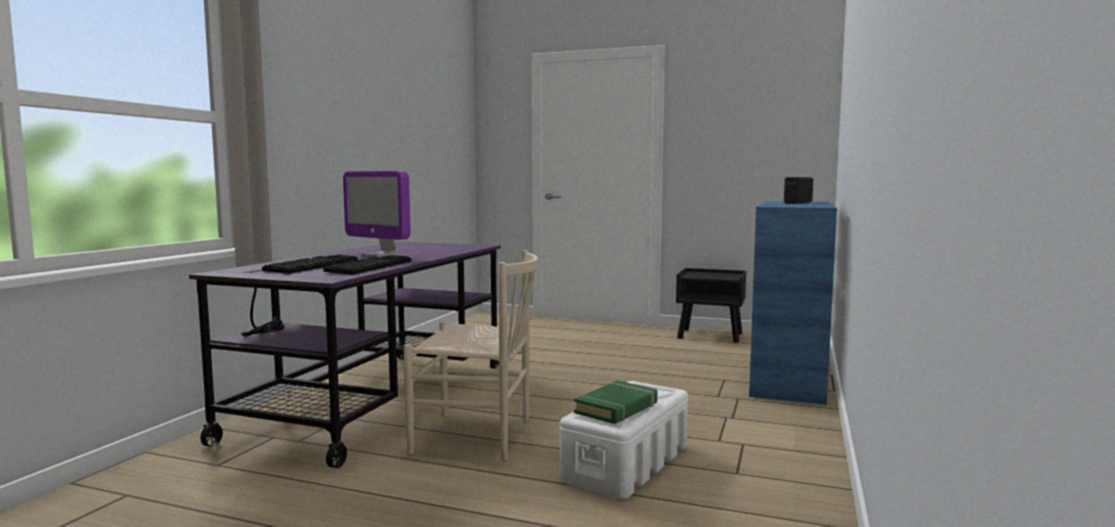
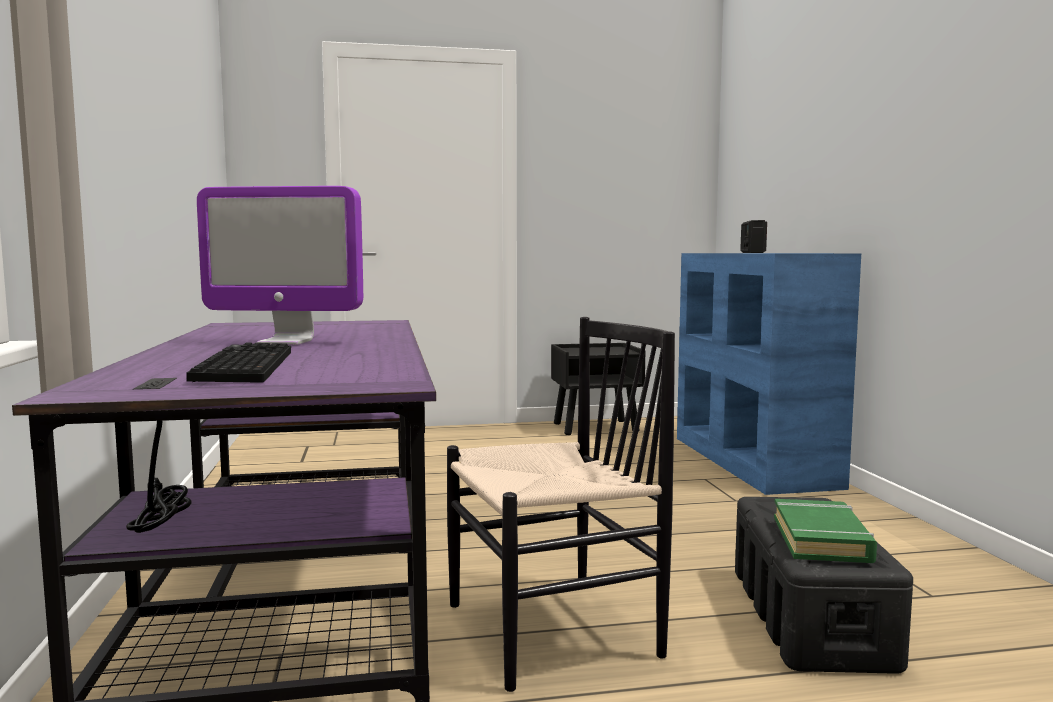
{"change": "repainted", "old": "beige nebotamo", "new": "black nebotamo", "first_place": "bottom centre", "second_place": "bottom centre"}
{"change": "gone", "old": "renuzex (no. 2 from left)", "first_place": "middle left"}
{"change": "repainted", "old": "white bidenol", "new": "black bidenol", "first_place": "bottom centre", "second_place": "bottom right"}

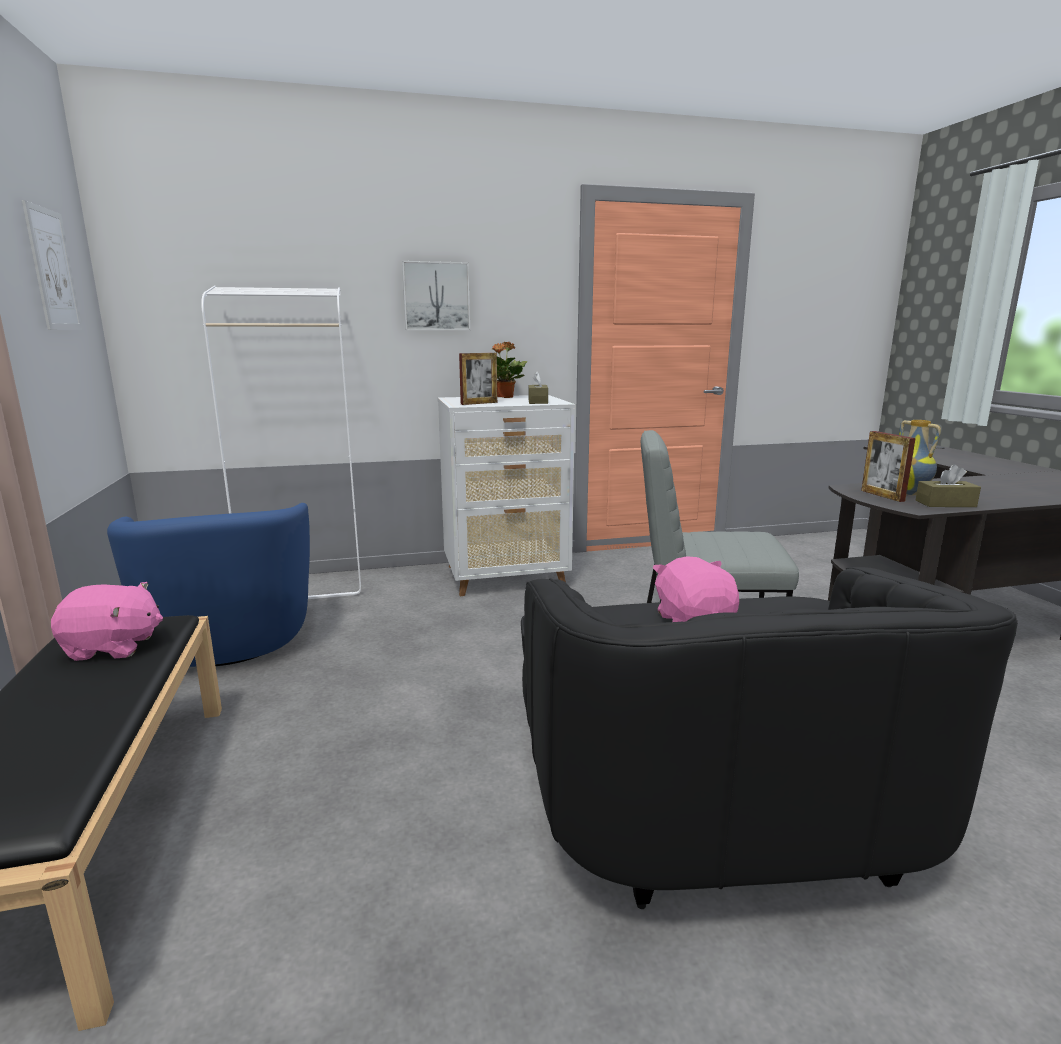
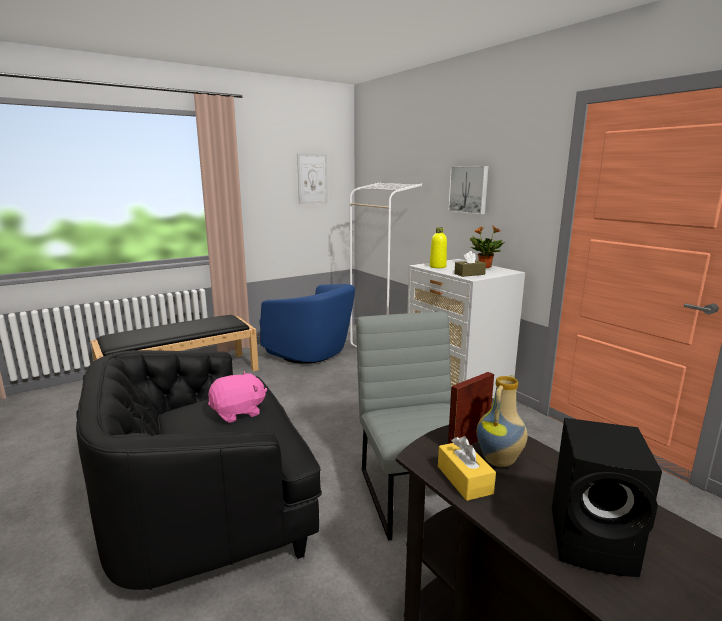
{"change": "swapped", "old": "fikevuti (no. 1 from left)", "new": "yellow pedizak", "first_place": "centre", "second_place": "centre"}
{"change": "repainted", "old": "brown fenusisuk (no. 2 from left)", "new": "yellow fenusisuk", "first_place": "middle right", "second_place": "bottom centre"}
{"change": "rotated", "old": "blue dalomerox", "first_place": "middle left", "second_place": "centre", "degrees": -105}
{"change": "gone", "old": "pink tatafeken (no. 1 from left)", "first_place": "middle left"}
{"change": "new", "new": "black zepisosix", "second_place": "bottom right"}

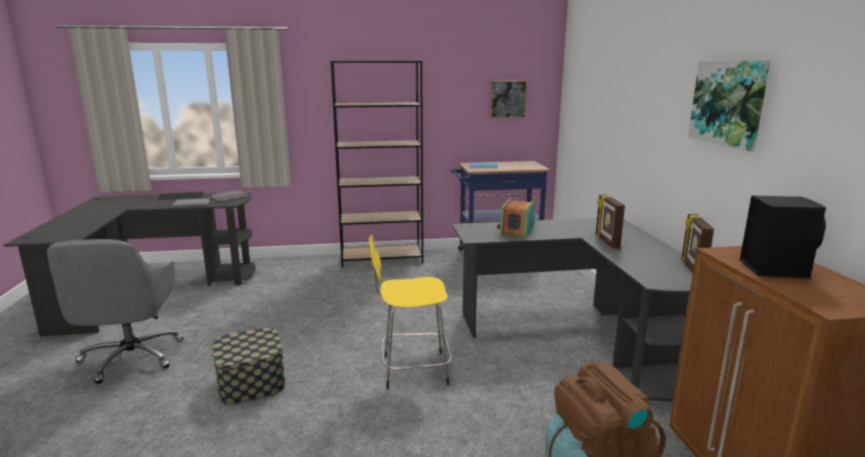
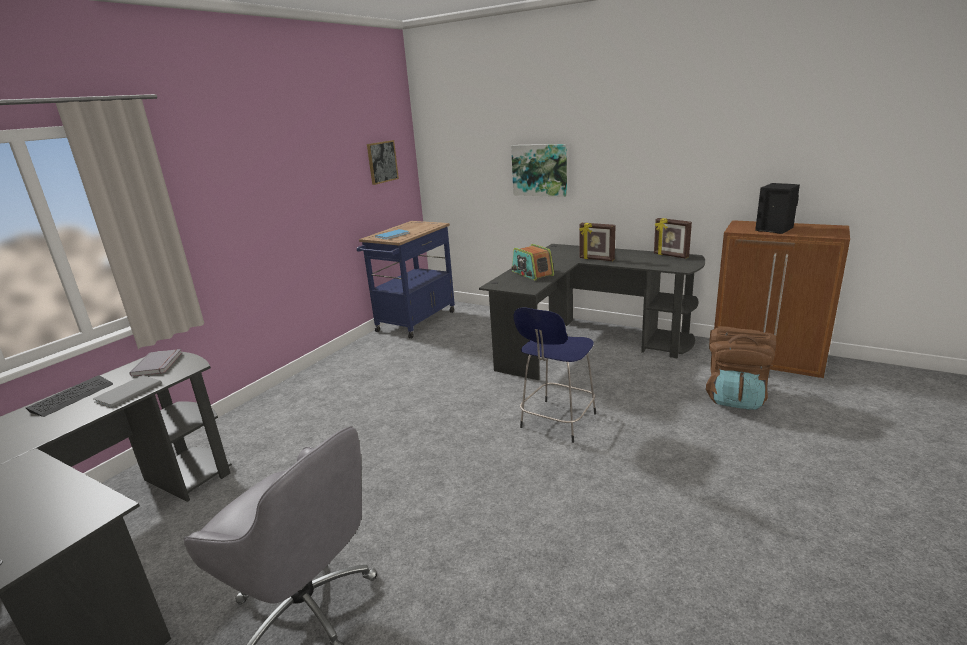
{"change": "gone", "old": "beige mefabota", "first_place": "centre"}
{"change": "shifted", "old": "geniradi (no. 2 from left)", "first_place": "top right", "second_place": "top centre"}
{"change": "repainted", "old": "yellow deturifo", "new": "blue deturifo", "first_place": "bottom centre", "second_place": "centre"}
{"change": "gone", "old": "bidenol", "first_place": "bottom left"}

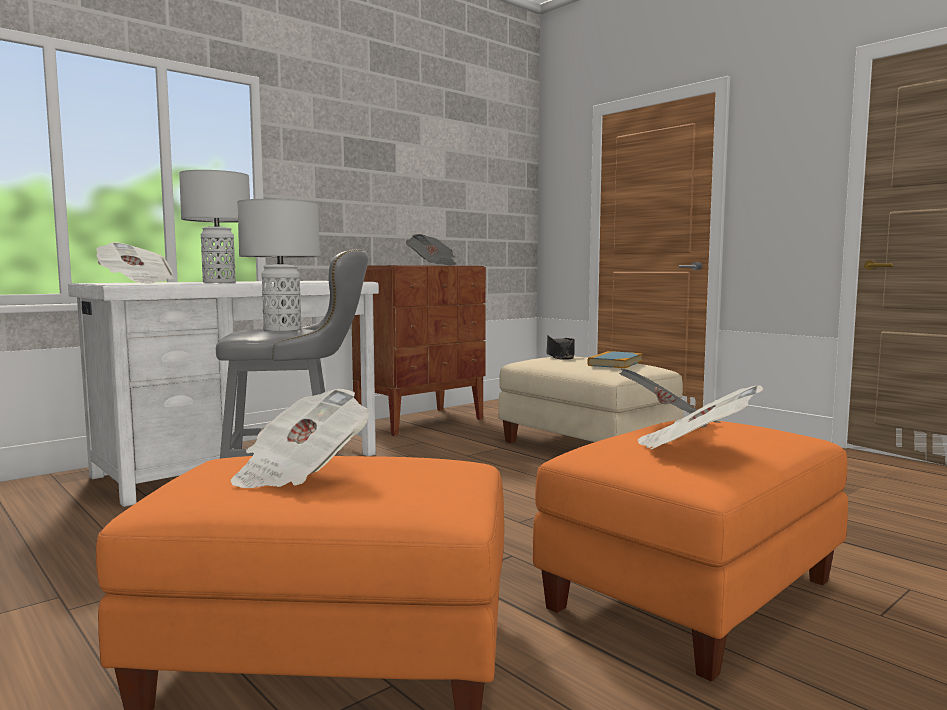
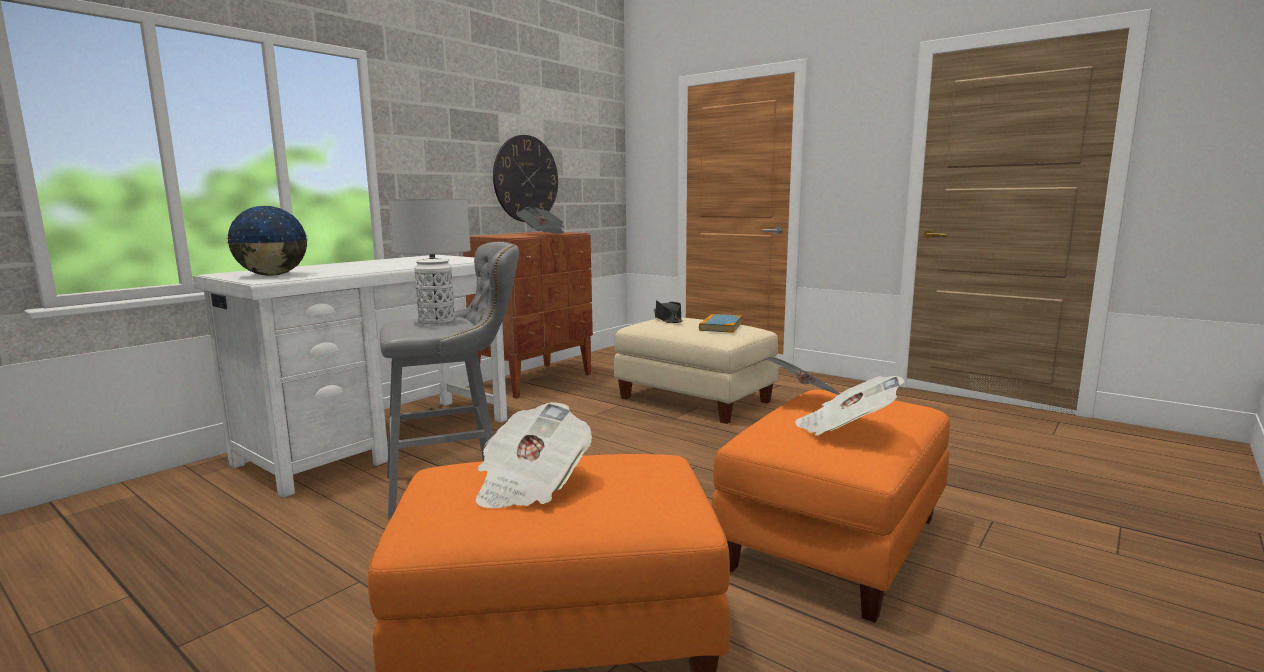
{"change": "gone", "old": "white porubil (no. 1 from left)", "first_place": "top left"}
{"change": "swapped", "old": "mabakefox (no. 1 from left)", "new": "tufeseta", "first_place": "middle left", "second_place": "middle left"}
{"change": "new", "new": "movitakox", "second_place": "top centre"}

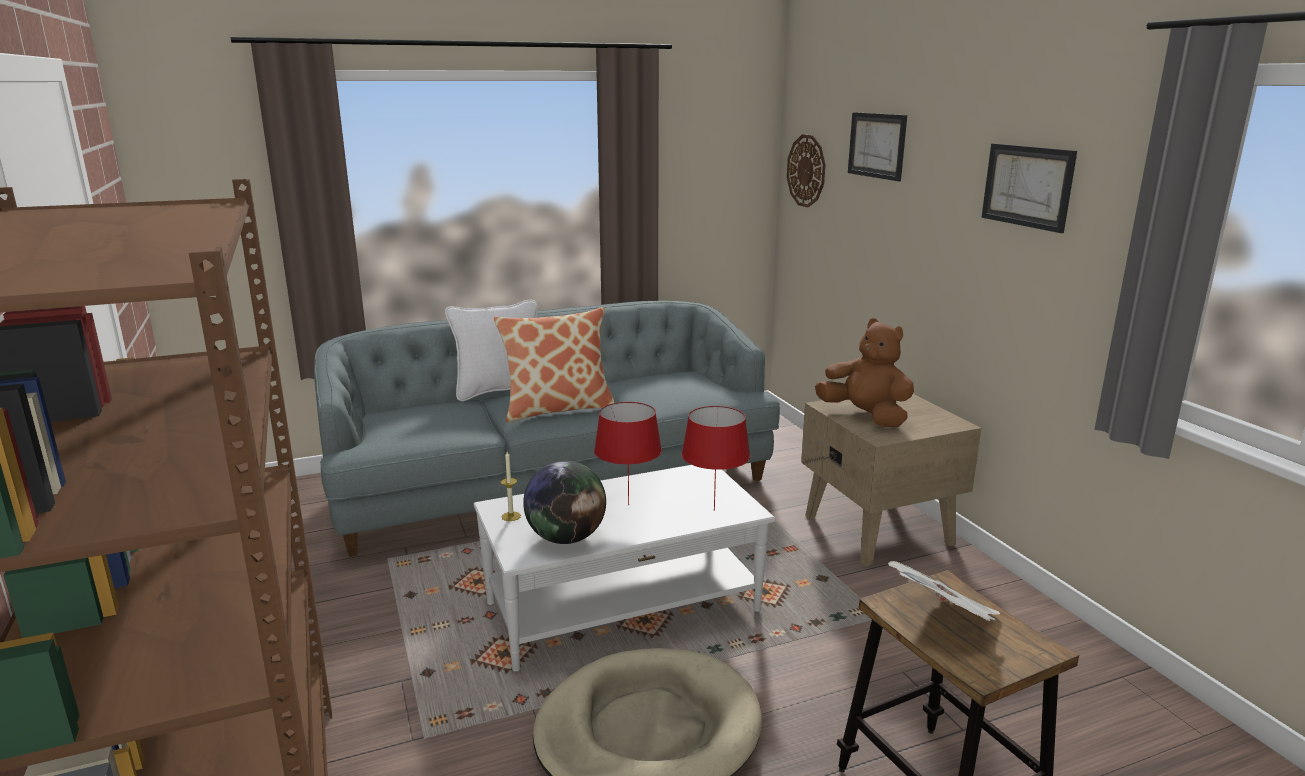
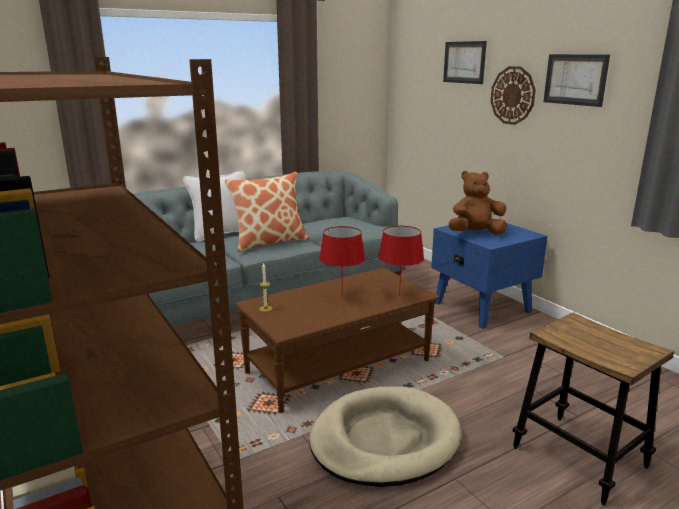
{"change": "shifted", "old": "movitakox", "first_place": "top centre", "second_place": "top right"}
{"change": "rotated", "old": "brown tatafeken", "first_place": "centre", "second_place": "middle right", "degrees": -45}
{"change": "repainted", "old": "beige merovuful", "new": "blue merovuful", "first_place": "middle right", "second_place": "middle right"}
{"change": "gone", "old": "tufeseta", "first_place": "centre"}
{"change": "repainted", "old": "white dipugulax", "new": "brown dipugulax", "first_place": "bottom centre", "second_place": "bottom centre"}
{"change": "gone", "old": "mabakefox", "first_place": "bottom right"}

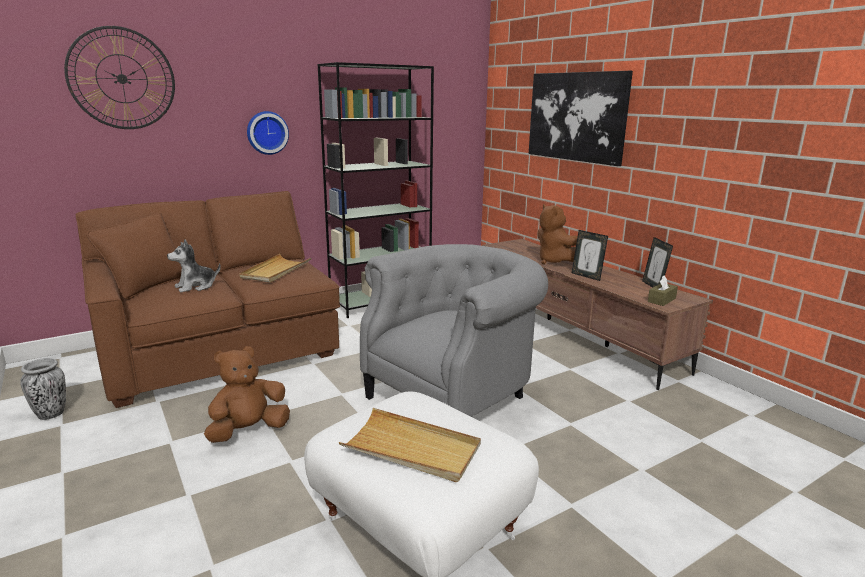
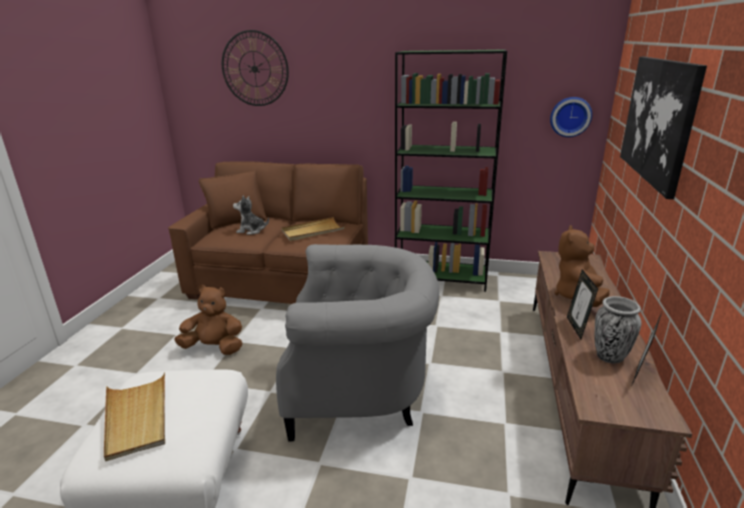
{"change": "shifted", "old": "movitakox (no. 2 from left)", "first_place": "top left", "second_place": "top right"}
{"change": "gone", "old": "brown fenusisuk", "first_place": "middle right"}
{"change": "shifted", "old": "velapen", "first_place": "bottom left", "second_place": "middle right"}

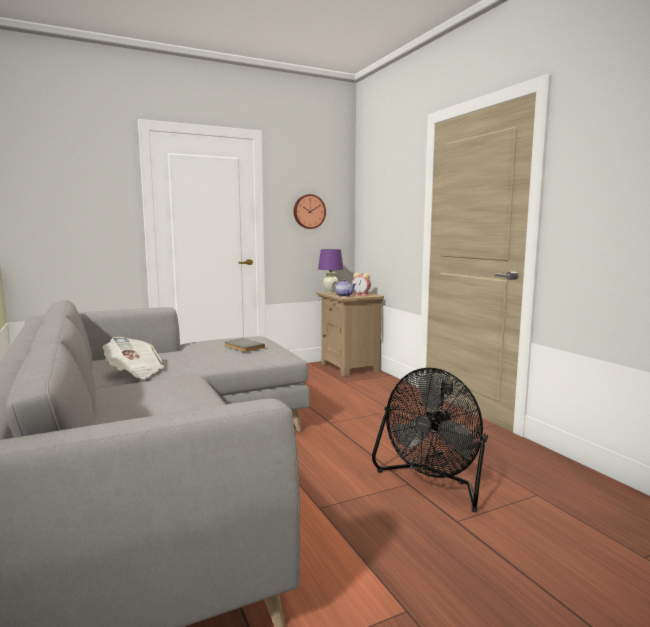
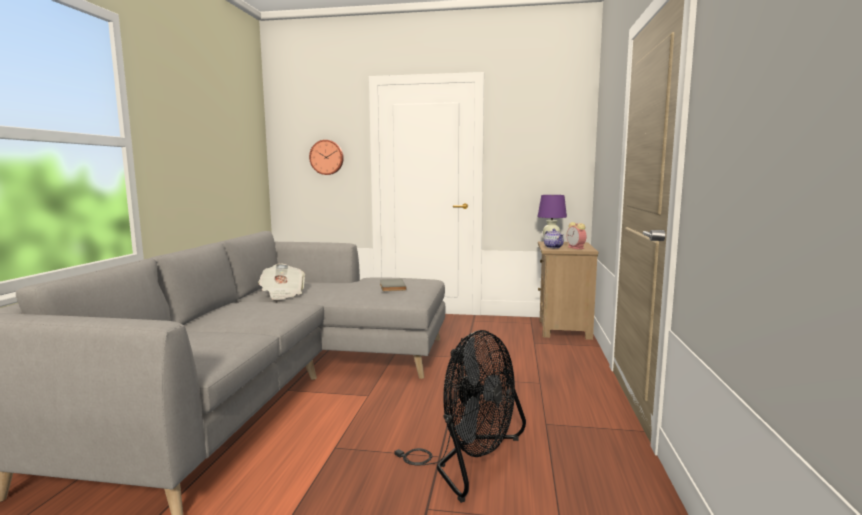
{"change": "shifted", "old": "movitakox", "first_place": "centre", "second_place": "top centre"}
{"change": "rotated", "old": "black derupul", "first_place": "bottom centre", "second_place": "bottom centre", "degrees": -135}

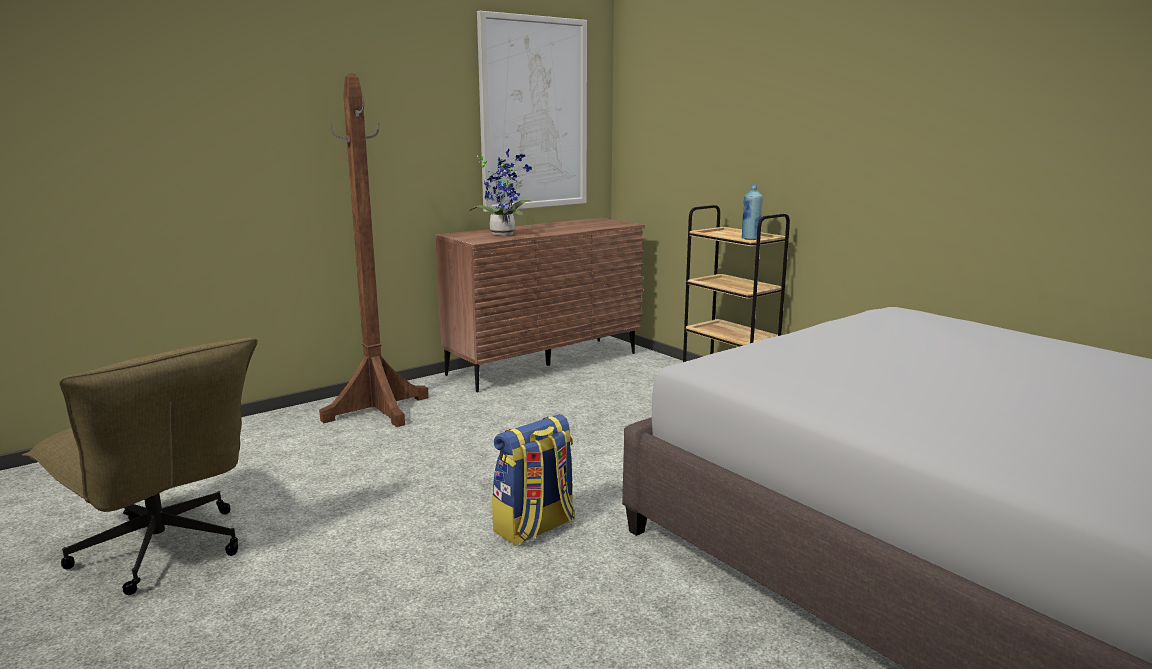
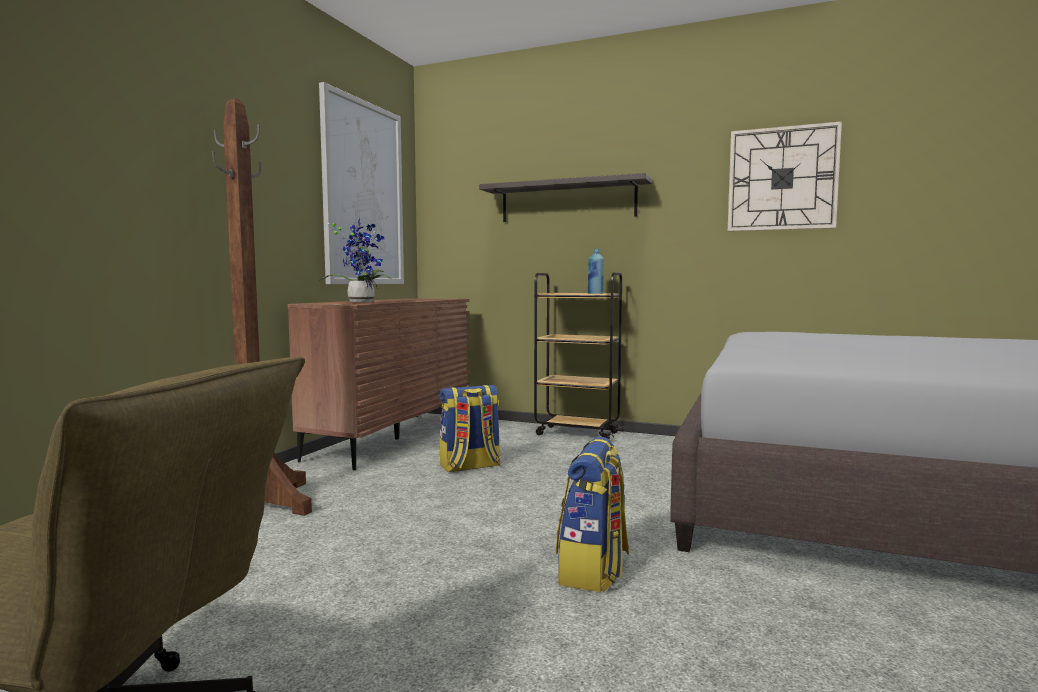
{"change": "new", "new": "movitakox", "second_place": "top right"}
{"change": "new", "new": "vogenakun", "second_place": "top centre"}
{"change": "new", "new": "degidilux (no. 1 from left)", "second_place": "centre"}

